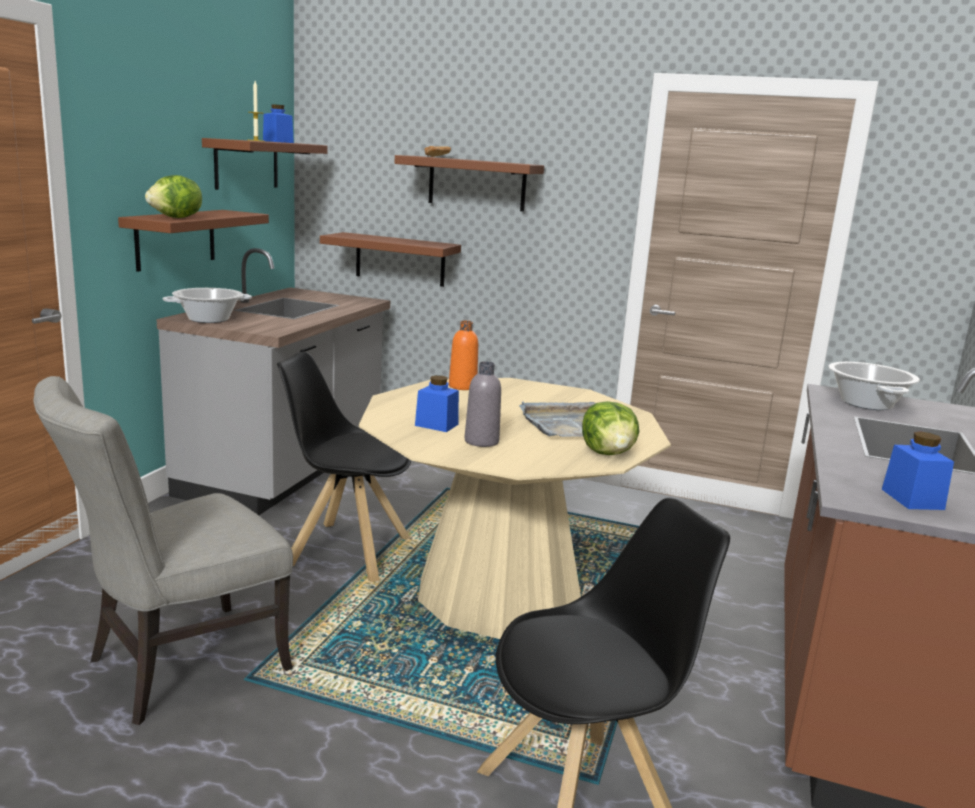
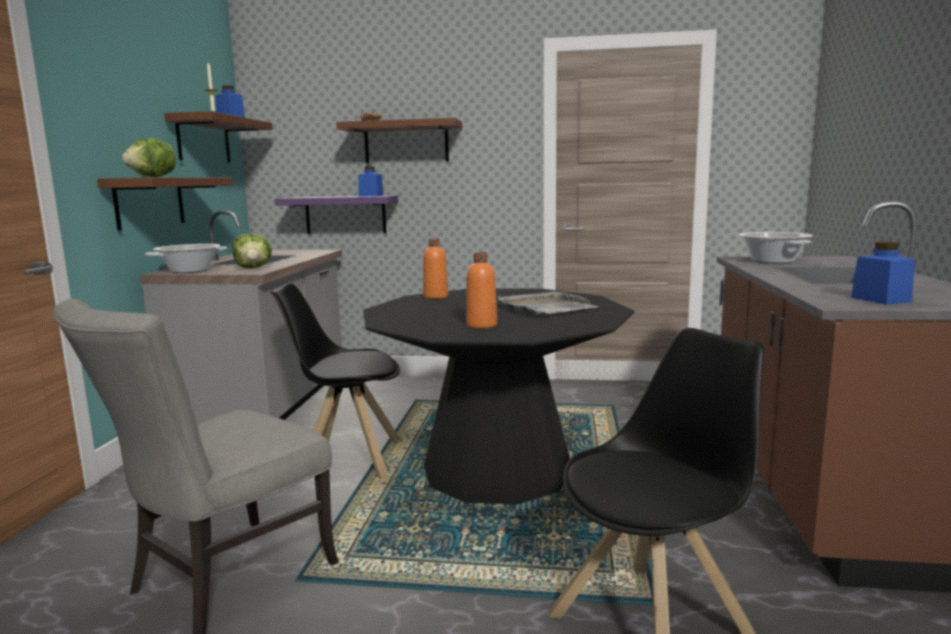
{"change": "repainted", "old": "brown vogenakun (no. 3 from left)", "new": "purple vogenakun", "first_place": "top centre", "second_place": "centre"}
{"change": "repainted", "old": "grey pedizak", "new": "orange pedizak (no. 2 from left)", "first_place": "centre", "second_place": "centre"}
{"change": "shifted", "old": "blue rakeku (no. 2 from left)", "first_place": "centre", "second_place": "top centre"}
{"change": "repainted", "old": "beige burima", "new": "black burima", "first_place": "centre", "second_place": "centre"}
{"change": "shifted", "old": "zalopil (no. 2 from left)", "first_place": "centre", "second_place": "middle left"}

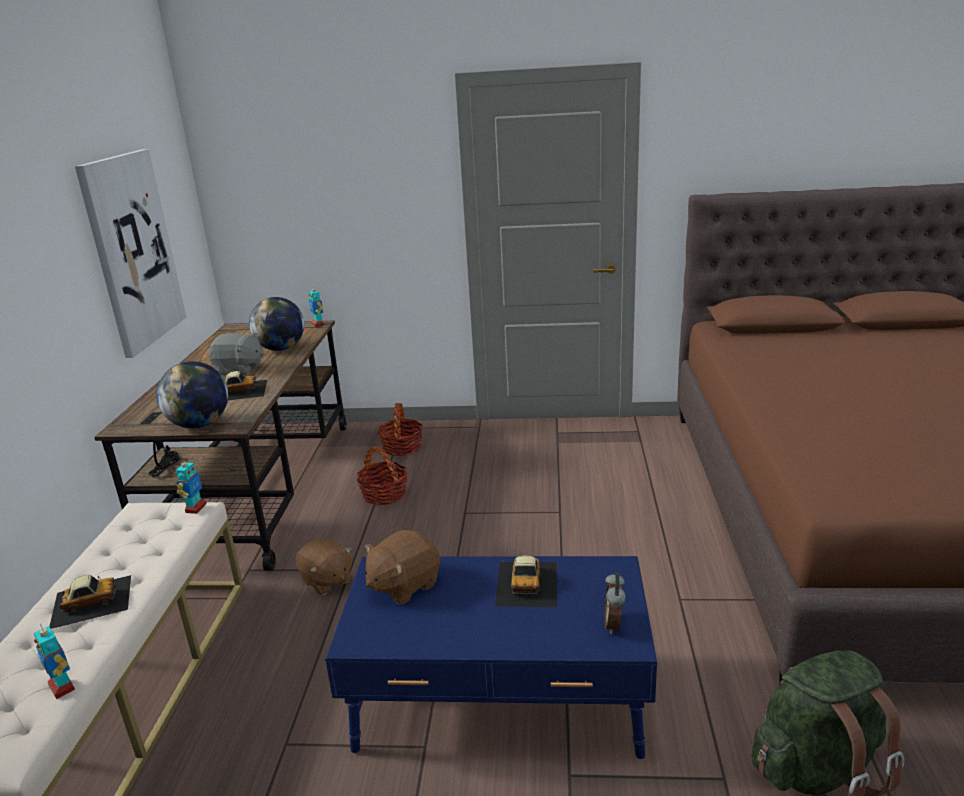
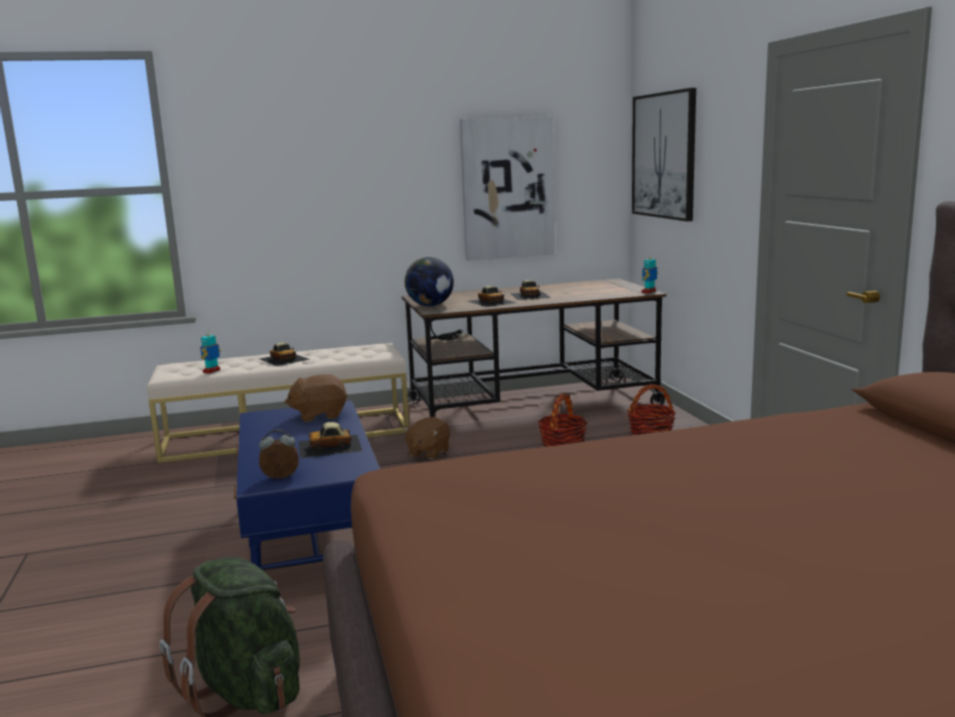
{"change": "gone", "old": "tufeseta (no. 2 from left)", "first_place": "middle left"}
{"change": "swapped", "old": "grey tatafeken", "new": "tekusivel (no. 4 from left)", "first_place": "middle left", "second_place": "centre"}
{"change": "gone", "old": "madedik (no. 2 from left)", "first_place": "middle left"}
{"change": "rotated", "old": "brown tatafeken (no. 2 from left in the first image)", "first_place": "bottom centre", "second_place": "middle left", "degrees": -45}
{"change": "new", "new": "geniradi (no. 2 from left)", "second_place": "top right"}

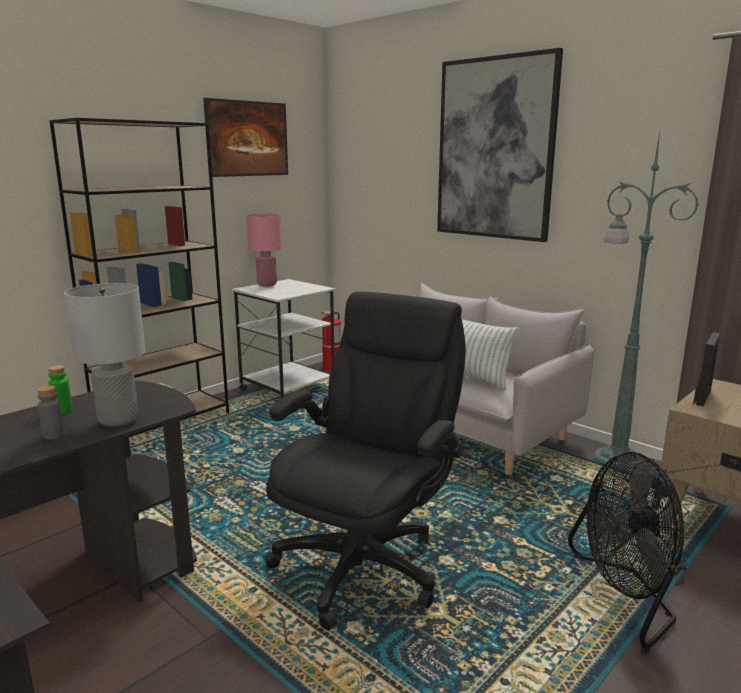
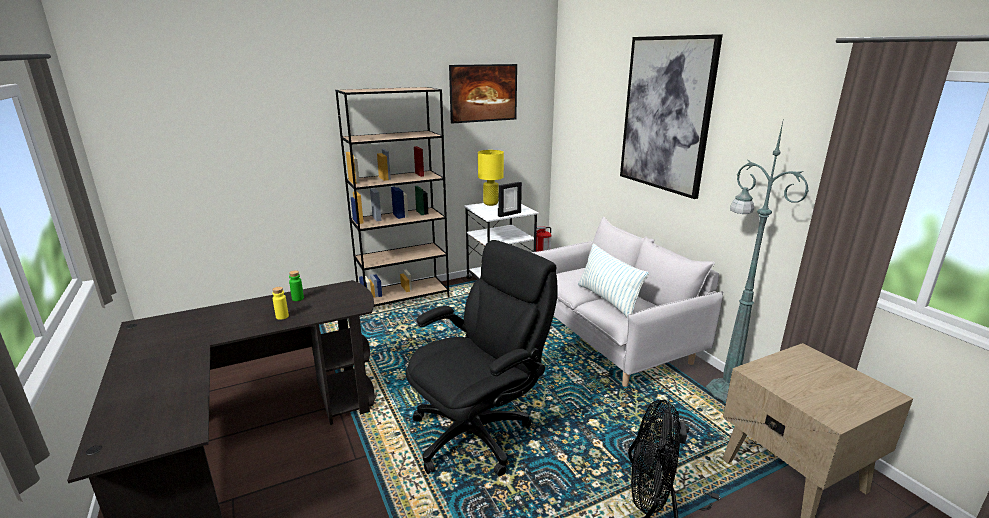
{"change": "repainted", "old": "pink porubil", "new": "yellow porubil", "first_place": "centre", "second_place": "centre"}
{"change": "gone", "old": "grey porubil", "first_place": "middle left"}
{"change": "shifted", "old": "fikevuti", "first_place": "middle right", "second_place": "centre"}
{"change": "repainted", "old": "grey pedizak", "new": "yellow pedizak", "first_place": "middle left", "second_place": "middle left"}

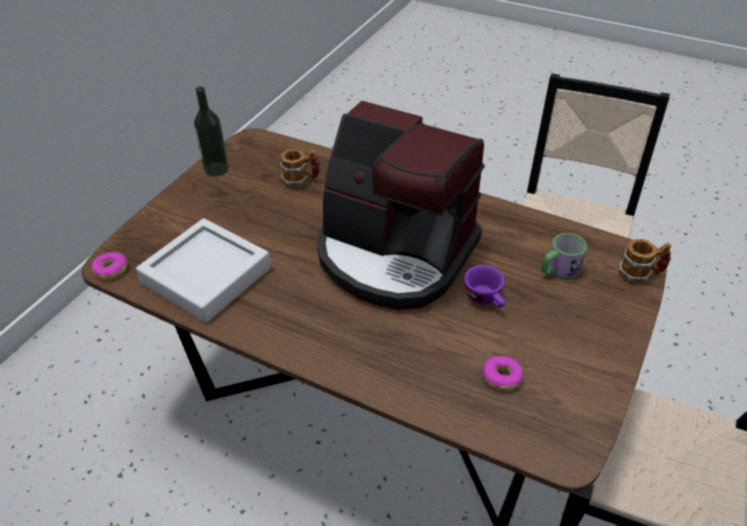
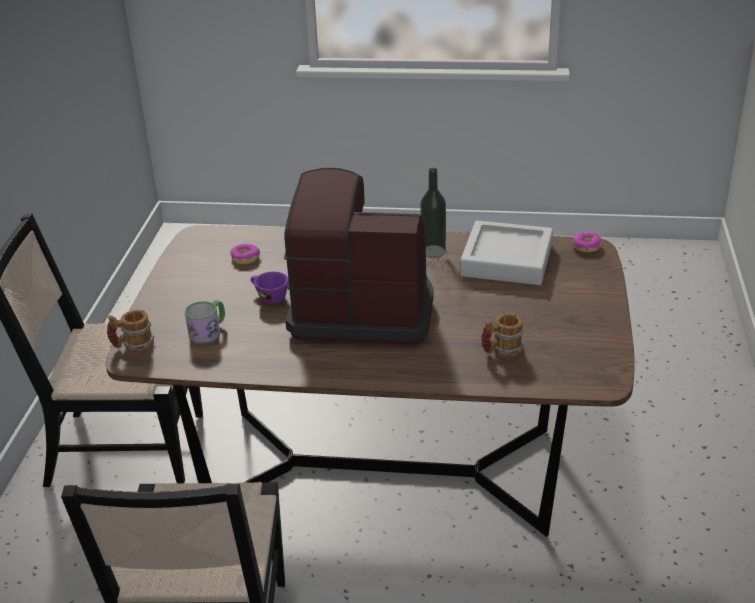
{"change": "shifted", "old": "pedizak", "first_place": "top left", "second_place": "centre"}

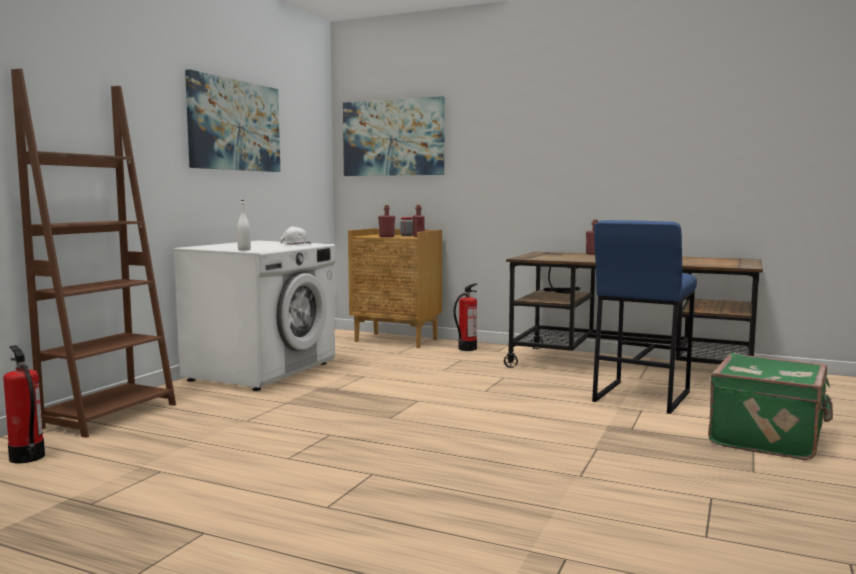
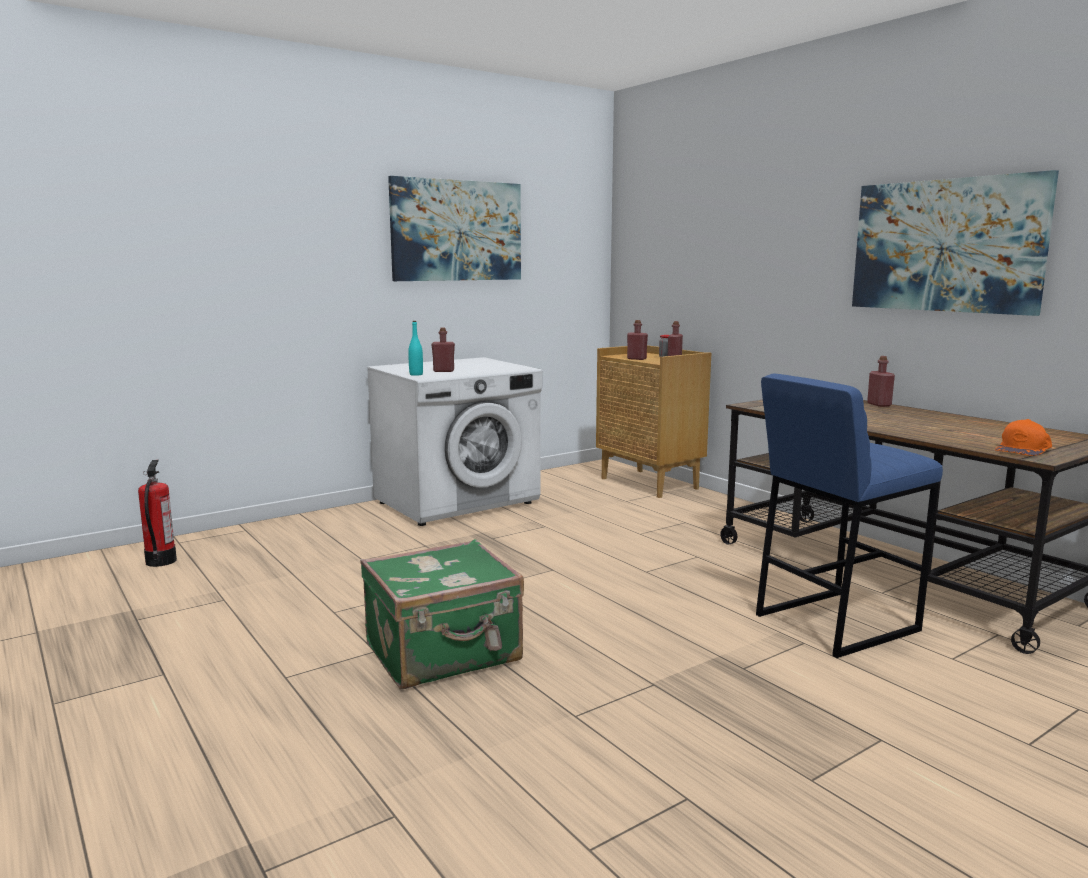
{"change": "gone", "old": "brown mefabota", "first_place": "middle left"}
{"change": "shifted", "old": "geniradi (no. 2 from left)", "first_place": "top centre", "second_place": "top right"}
{"change": "repainted", "old": "white pedizak", "new": "turquoise pedizak", "first_place": "middle left", "second_place": "centre"}
{"change": "gone", "old": "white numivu", "first_place": "centre"}
{"change": "gone", "old": "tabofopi (no. 2 from left)", "first_place": "centre"}
{"change": "shifted", "old": "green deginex", "first_place": "bottom right", "second_place": "bottom centre"}
{"change": "new", "new": "red pedizak (no. 1 from left)", "second_place": "centre"}
{"change": "new", "new": "orange numivu", "second_place": "middle right"}

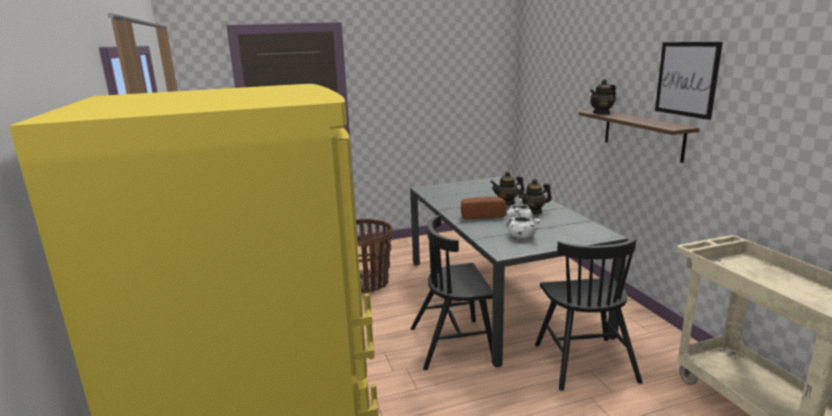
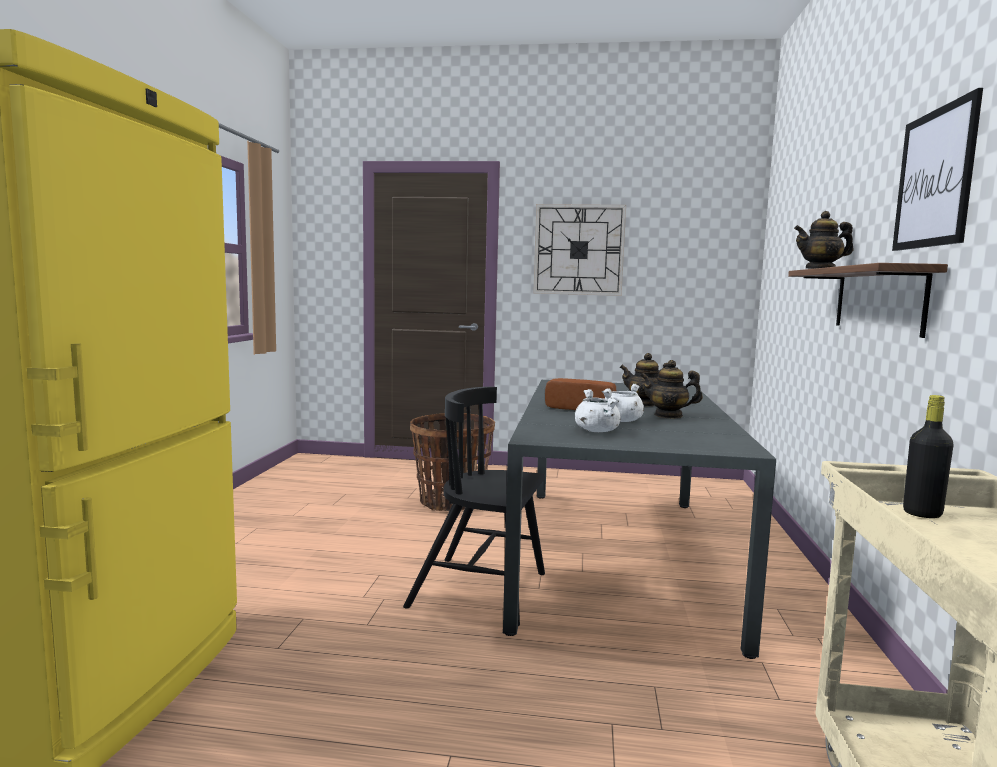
{"change": "gone", "old": "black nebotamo (no. 2 from left)", "first_place": "bottom right"}
{"change": "new", "new": "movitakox", "second_place": "top centre"}
{"change": "new", "new": "black pedizak", "second_place": "middle right"}

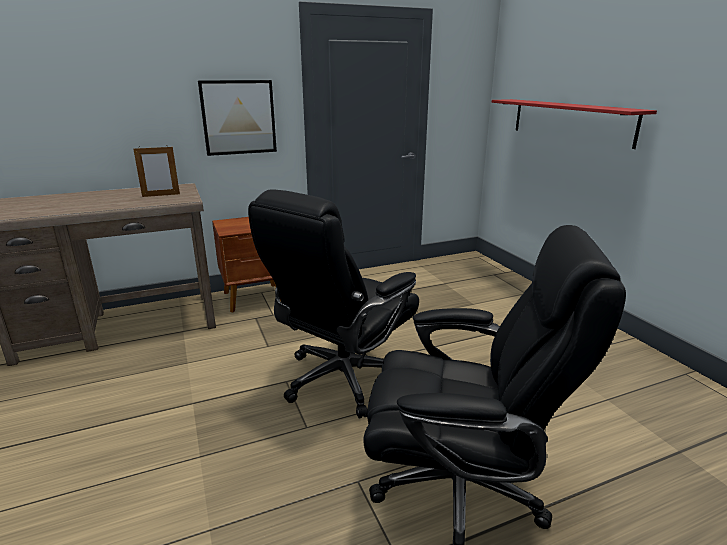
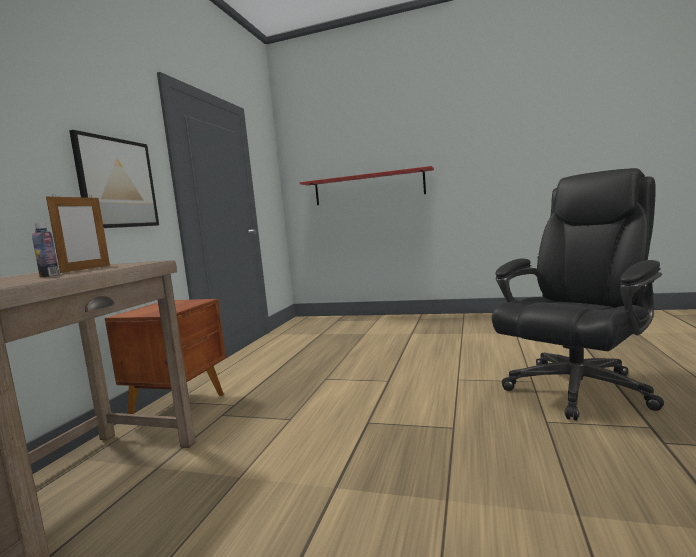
{"change": "gone", "old": "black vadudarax (no. 1 from left)", "first_place": "centre"}
{"change": "new", "new": "pedizak", "second_place": "middle left"}

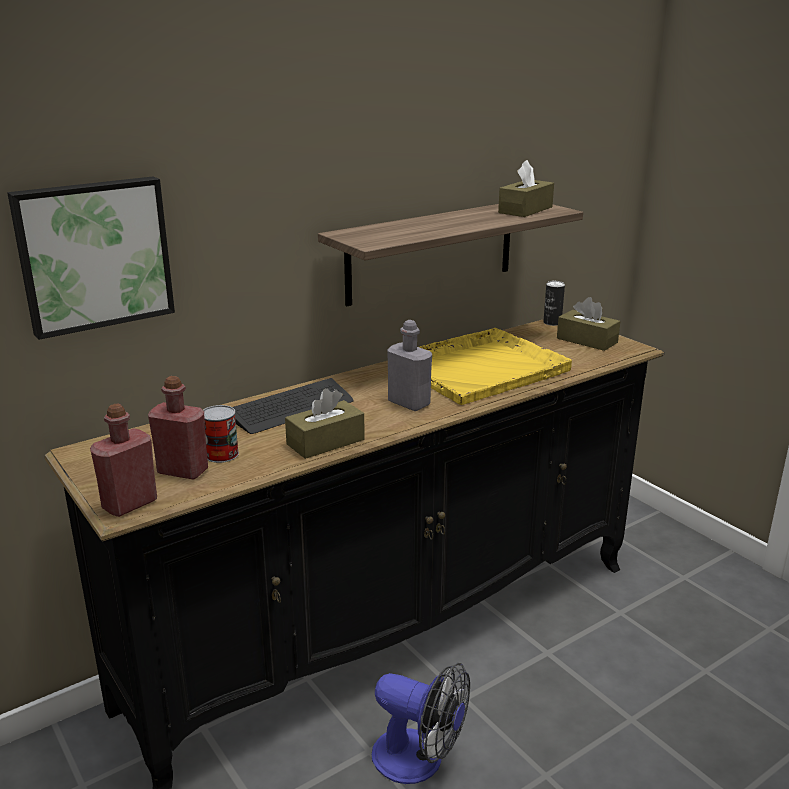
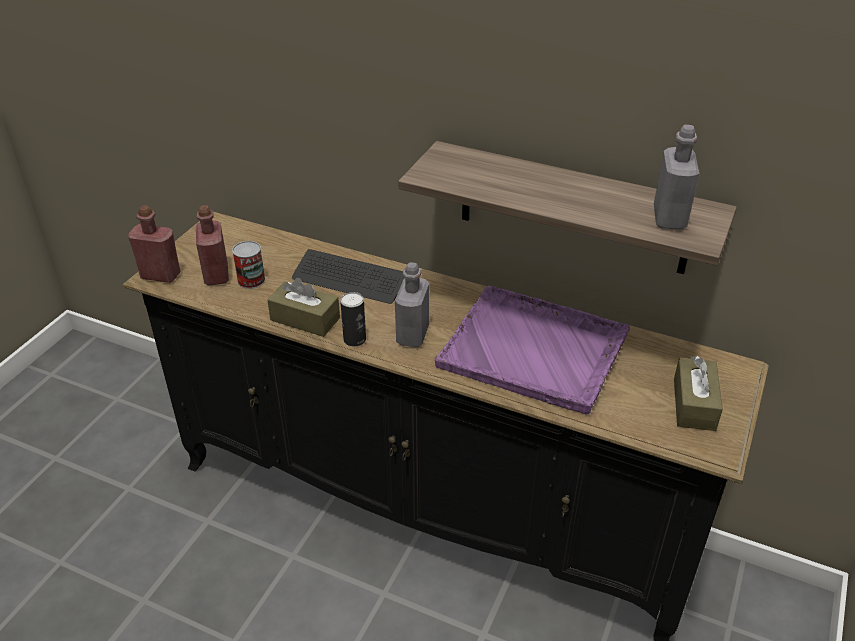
{"change": "swapped", "old": "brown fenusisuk (no. 2 from left)", "new": "grey pedizak (no. 2 from left)", "first_place": "top right", "second_place": "top right"}
{"change": "gone", "old": "geniradi", "first_place": "top left"}
{"change": "shifted", "old": "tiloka (no. 2 from left)", "first_place": "middle right", "second_place": "centre"}
{"change": "repainted", "old": "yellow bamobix", "new": "purple bamobix", "first_place": "centre", "second_place": "centre"}
{"change": "gone", "old": "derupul", "first_place": "bottom centre"}

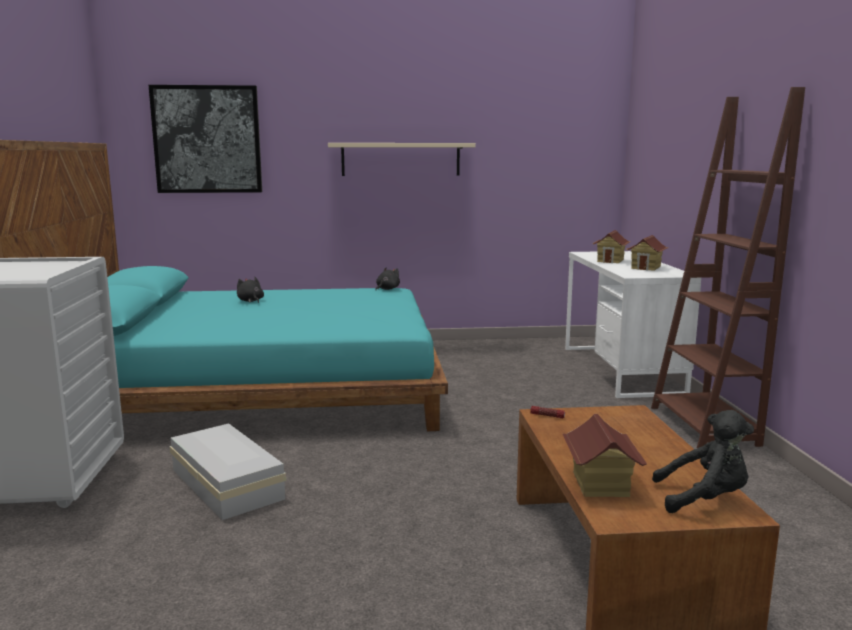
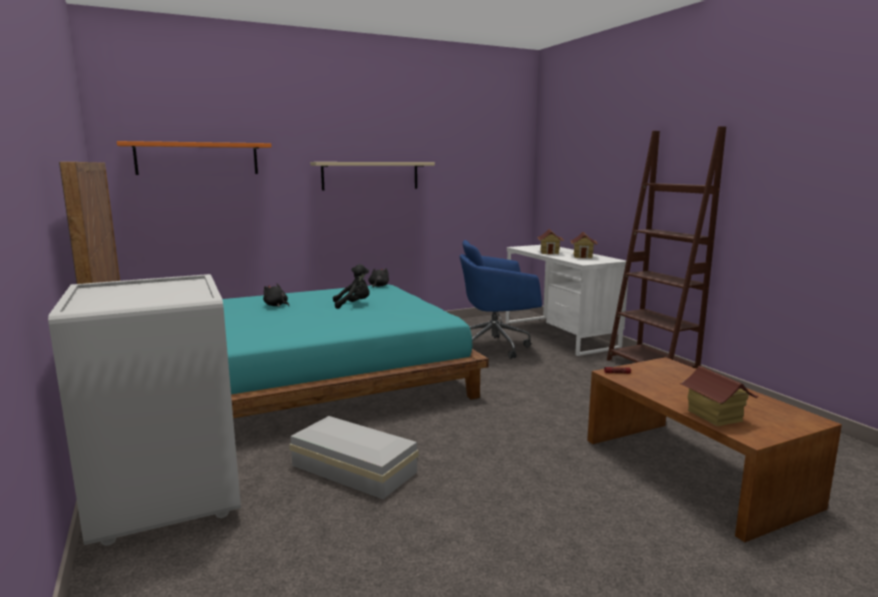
{"change": "swapped", "old": "geniradi", "new": "orange vogenakun", "first_place": "top left", "second_place": "top left"}
{"change": "shifted", "old": "black tatafeken (no. 3 from left in the first image)", "new": "black tatafeken (no. 2 from left)", "first_place": "bottom right", "second_place": "centre"}
{"change": "new", "new": "blue vadudarax", "second_place": "centre"}

